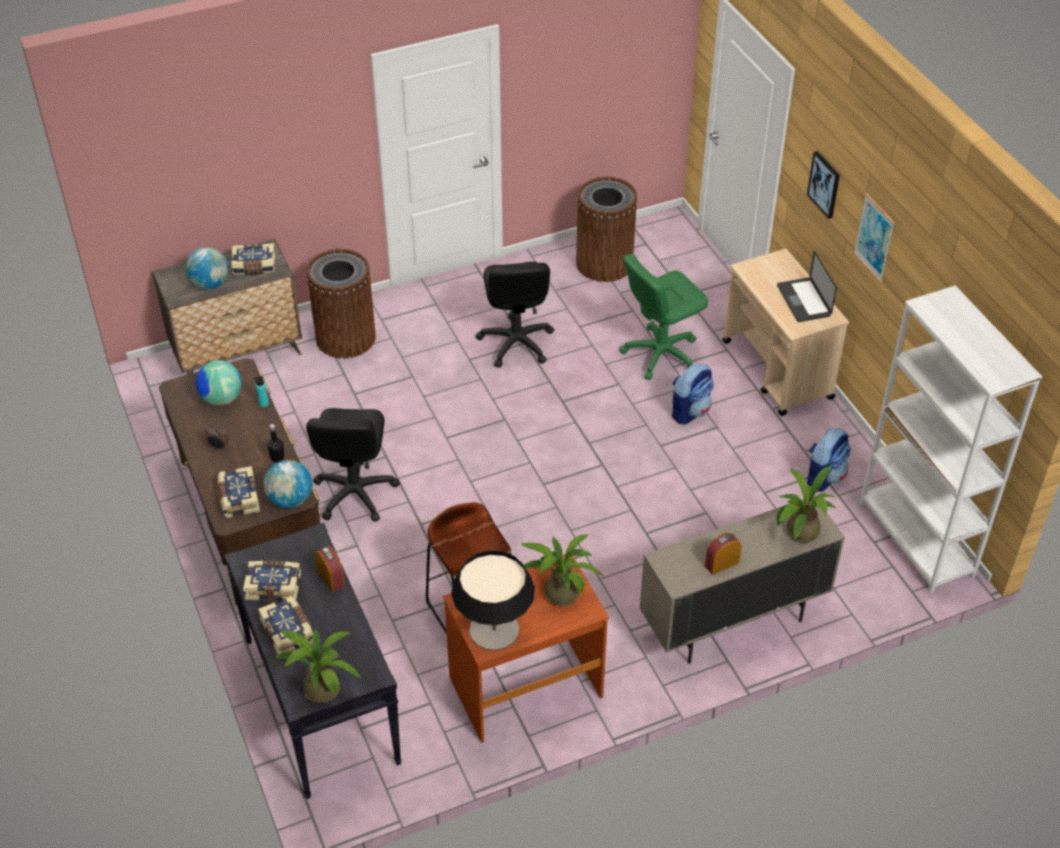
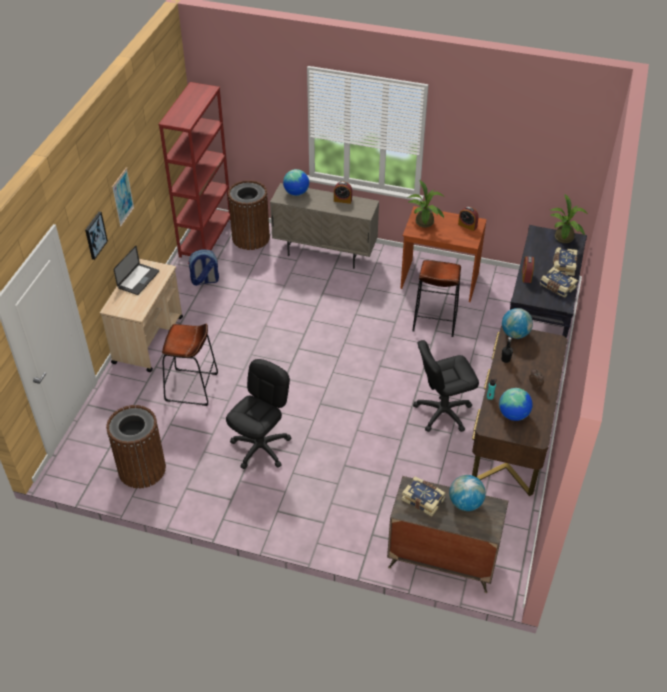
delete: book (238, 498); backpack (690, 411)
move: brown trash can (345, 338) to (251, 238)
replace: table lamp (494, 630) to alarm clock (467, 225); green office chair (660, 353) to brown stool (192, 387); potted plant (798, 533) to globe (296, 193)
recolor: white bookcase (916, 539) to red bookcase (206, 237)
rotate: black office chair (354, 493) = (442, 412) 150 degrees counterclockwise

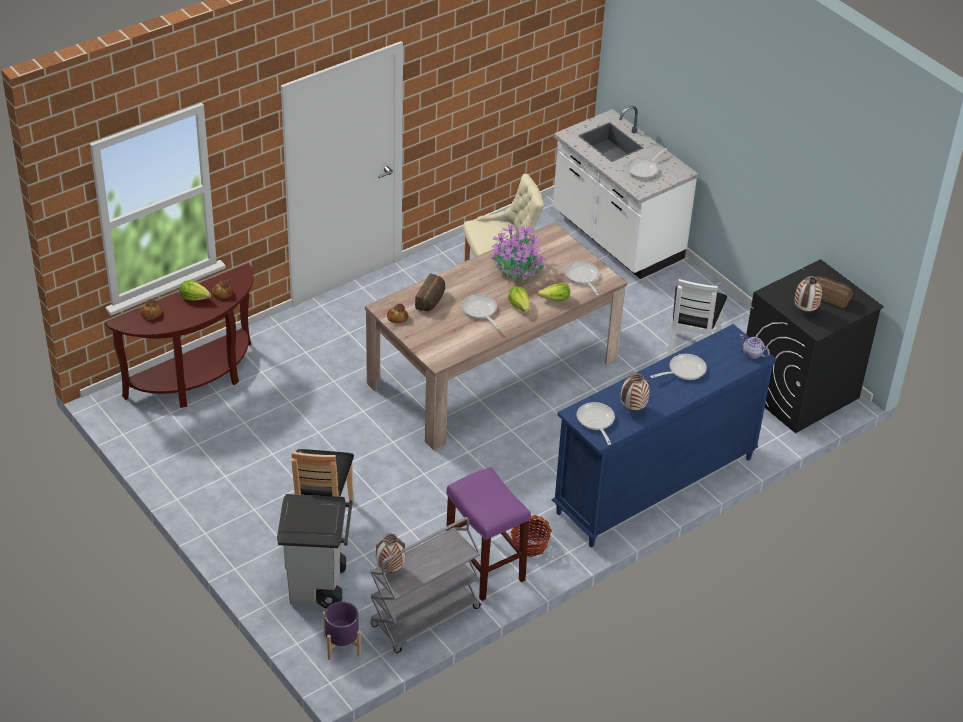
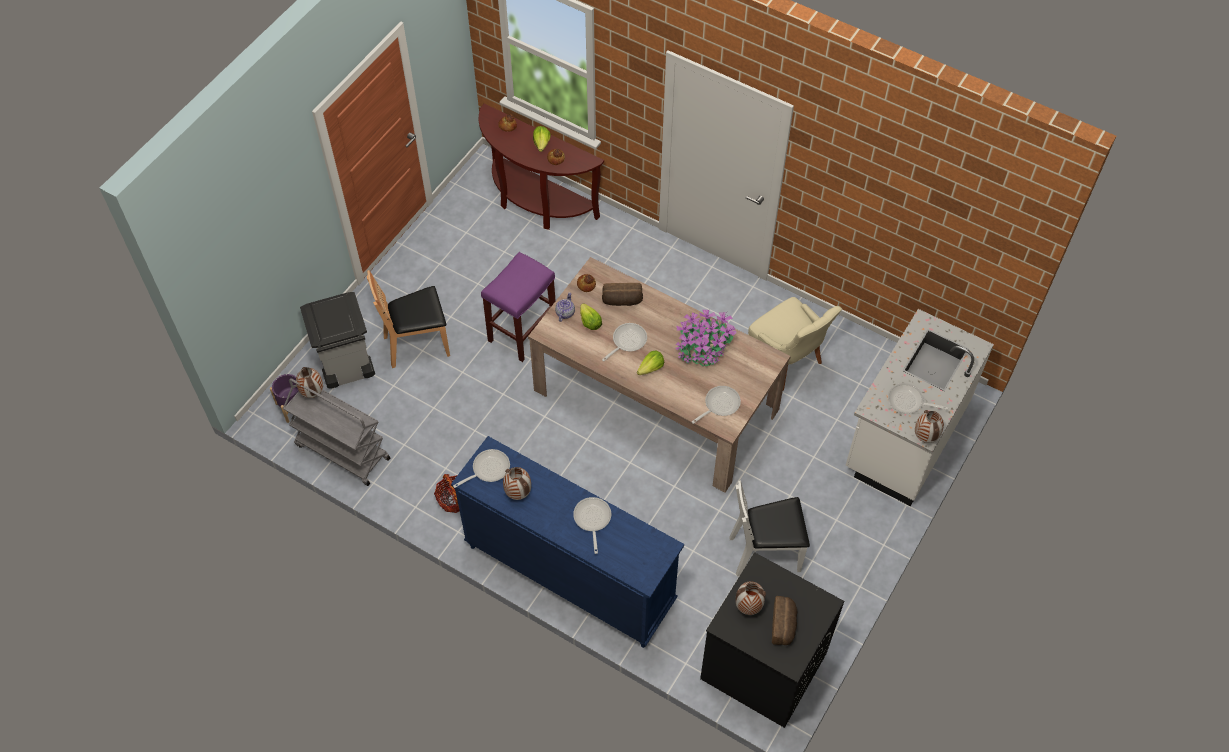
insert: vase (925, 437)
move: purple stool (483, 568) to (522, 331); lettuce (555, 299) to (589, 322); teapot (752, 354) to (565, 313)
rotate: frying pan (683, 370) = (592, 520) 135 degrees counterclockwise

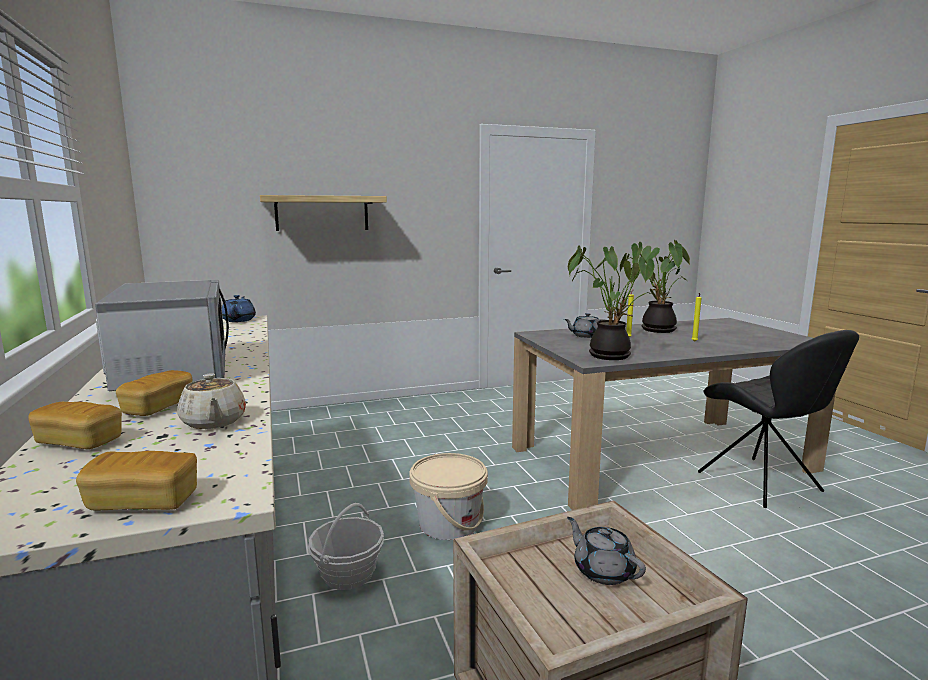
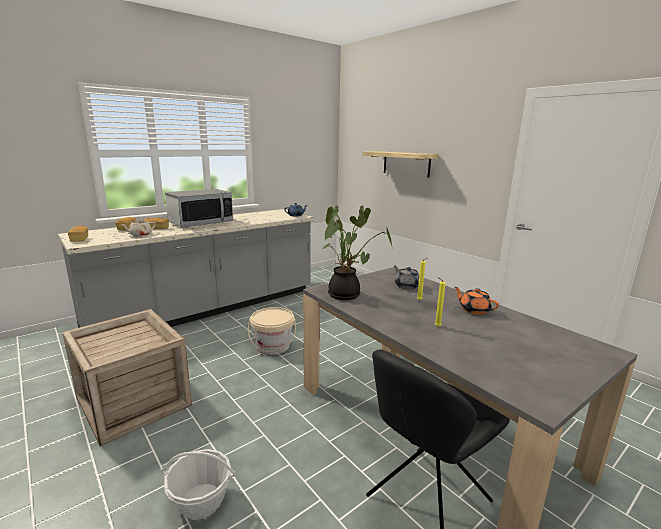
delete: grey teapot (603, 570)
move: basket (348, 574) to (201, 501)
replace: potted plant (655, 329) to orange teapot (474, 310)

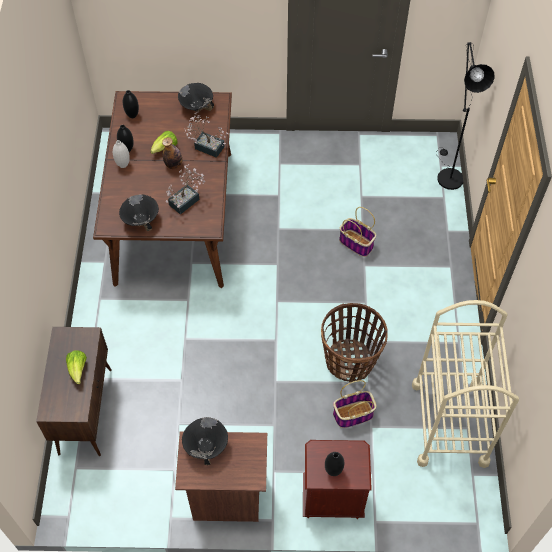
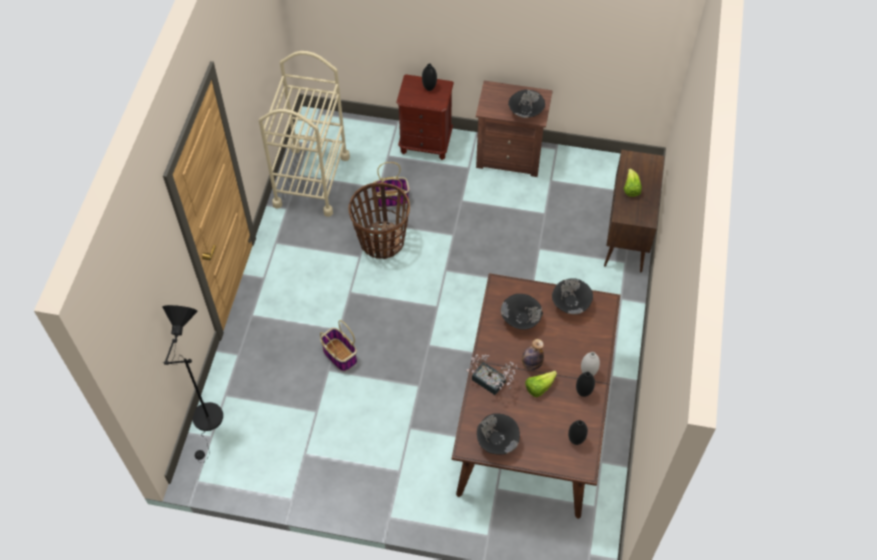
replace: potted plant (187, 200) to black bowl (520, 319)

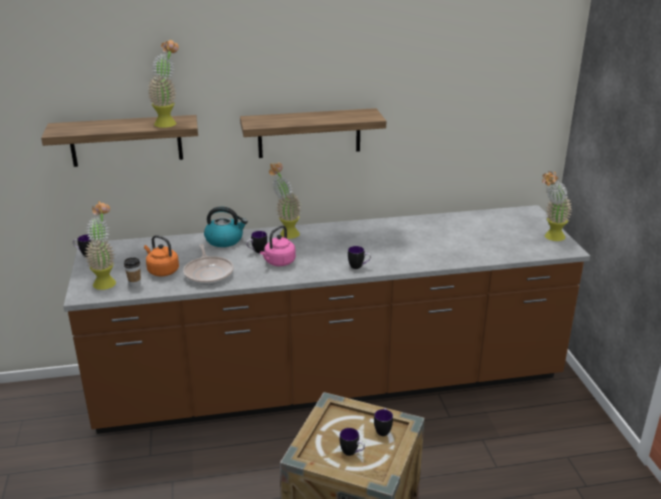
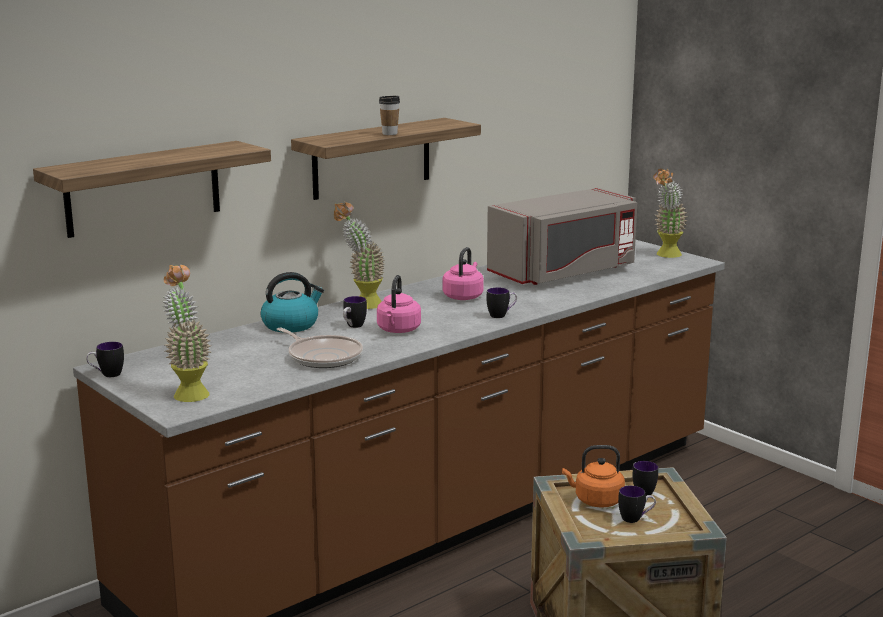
delete: potted plant (169, 122)
insert: pink kettle (463, 296); grey microwave (564, 272)
move: cup (135, 284) to (389, 133); orange kettle (162, 271) to (596, 501)

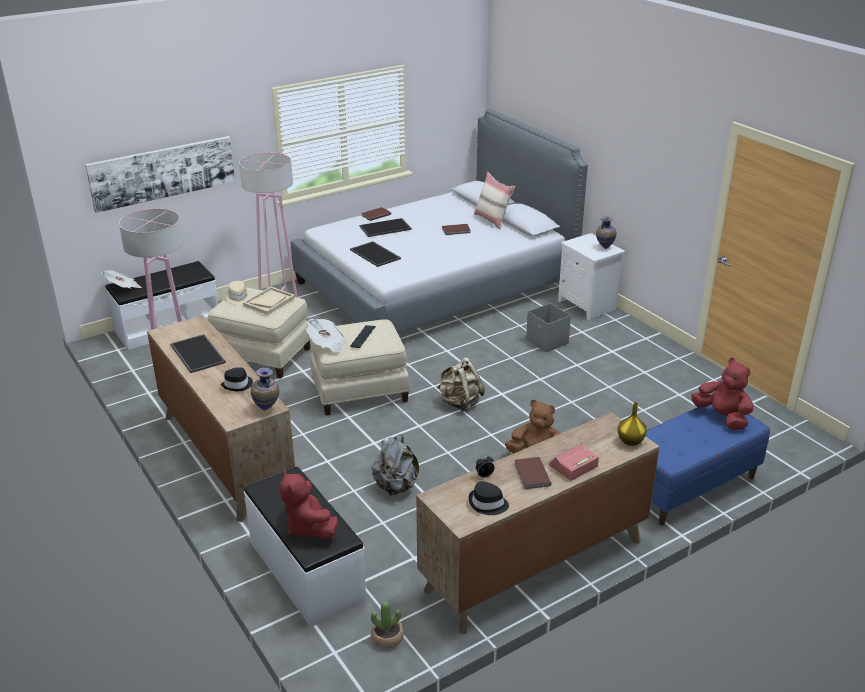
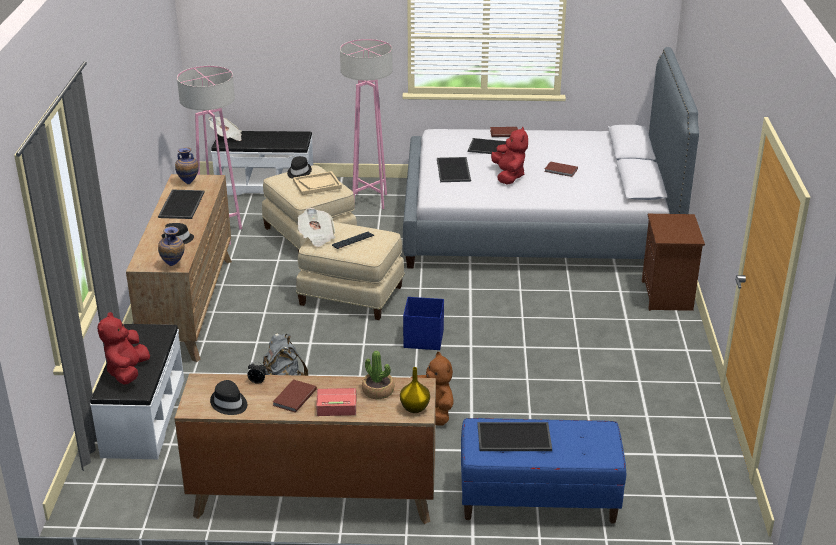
delete: picture (162, 173); beige pillow (493, 220); grey storage box (547, 342)
insert: tray (513, 438)
move: potted plant (387, 637) to (378, 391); vase (604, 247) to (188, 182); red plush toy (722, 417) to (508, 176)
replace: beige backpack (460, 403) to blue storage box (423, 339)
recolor: beige hat (238, 297) to black hat (298, 172); white nightstand (588, 305) to brown nightstand (668, 296)

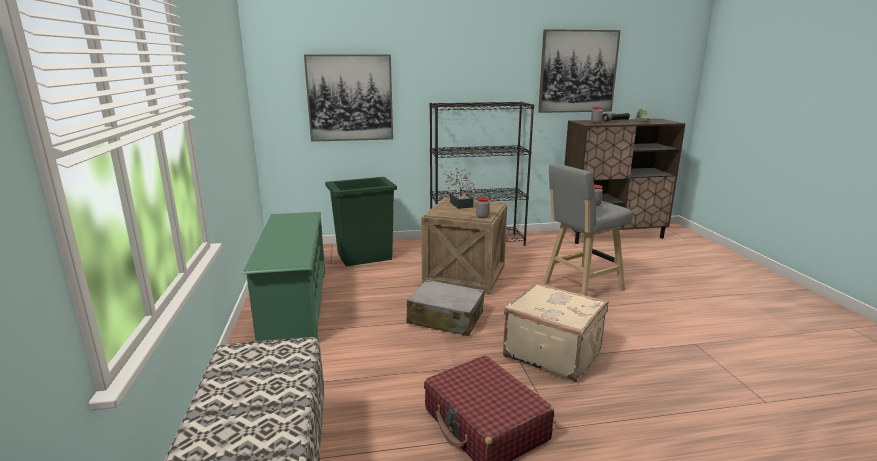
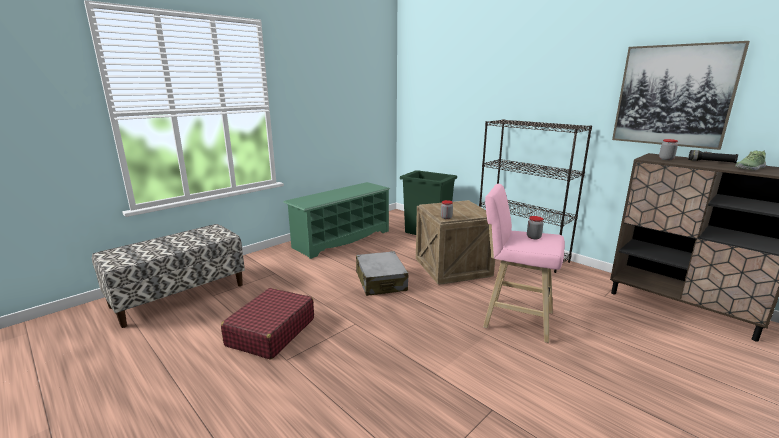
delete: picture (350, 98); potted plant (460, 203); beige suitcase (552, 352)
recolor: grey stool (580, 287) to pink stool (514, 318)

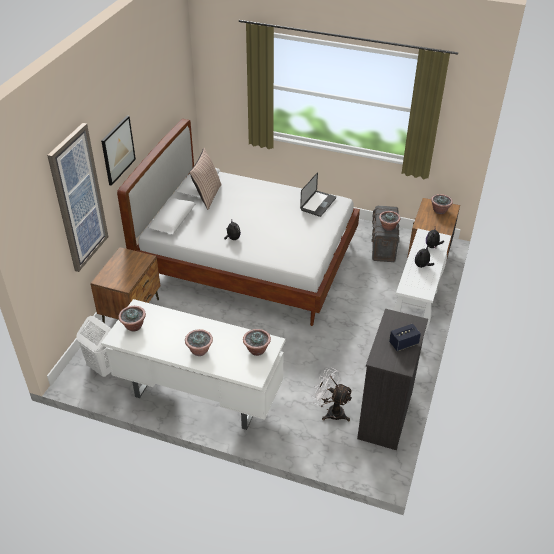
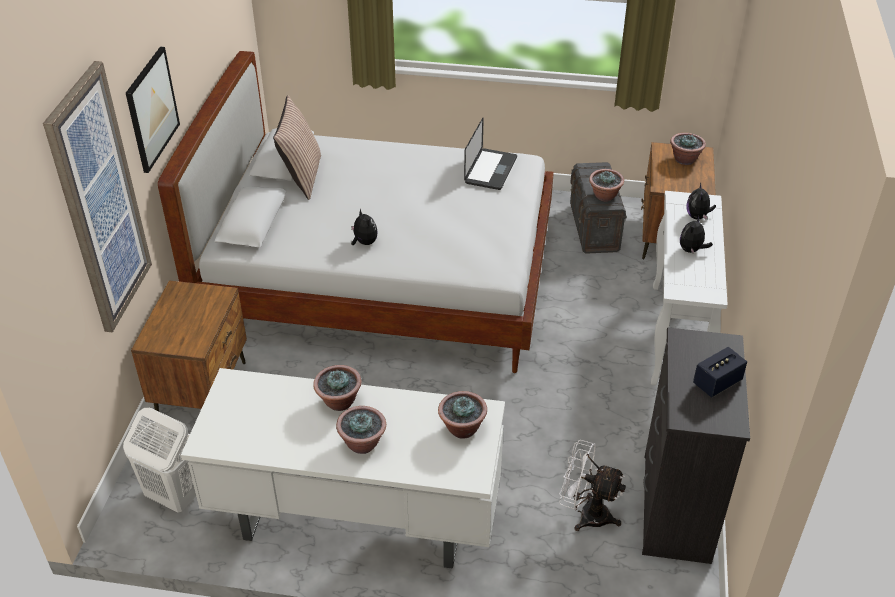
move: potted plant (133, 326) to (339, 402)

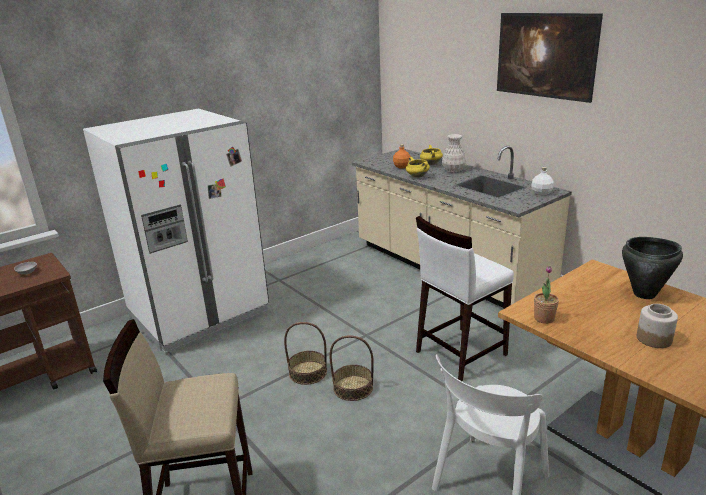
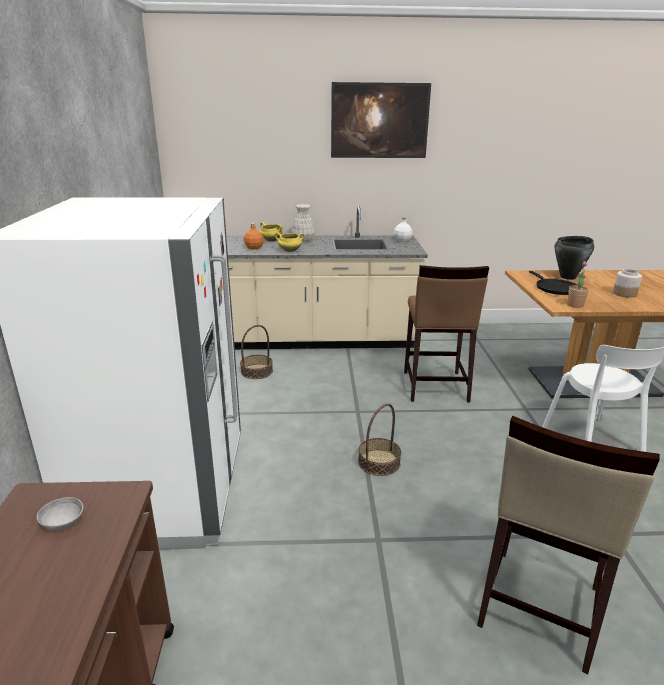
insert: black frying pan (554, 288)
move: basket (353, 387) to (256, 371)
recolor: white stool (460, 353) to brown stool (434, 386)

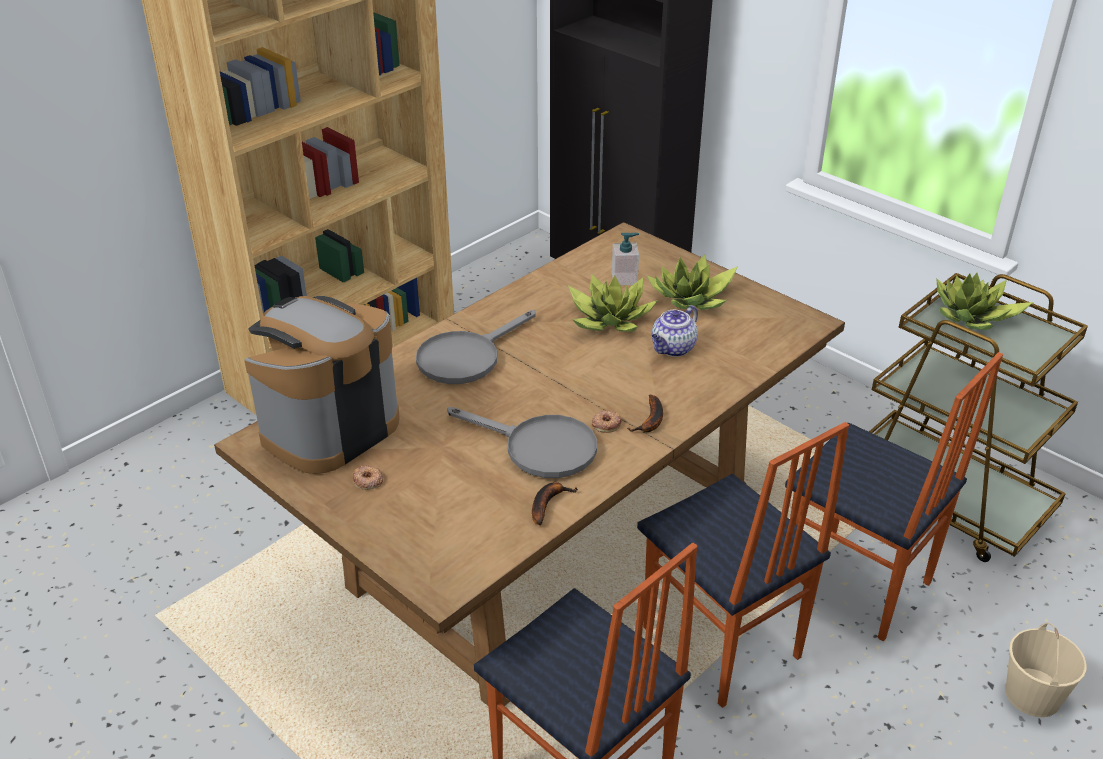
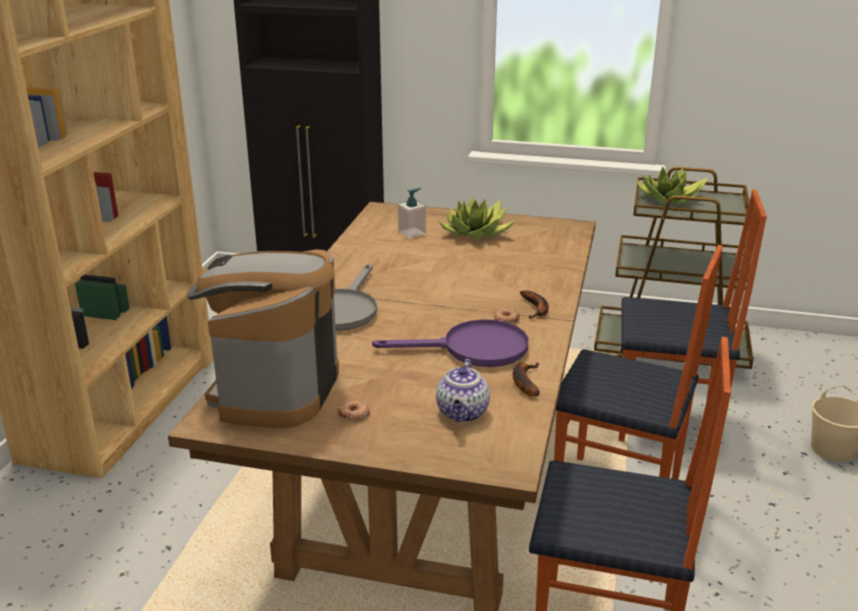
delete: potted plant (608, 320)
move: teapot (673, 349) to (463, 413)
recolor: grey frying pan (539, 448) to purple frying pan (473, 349)

